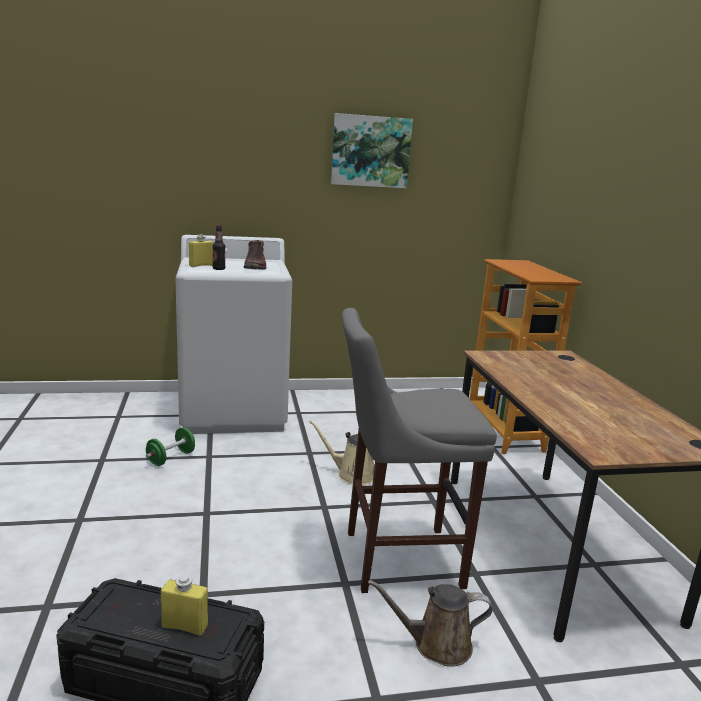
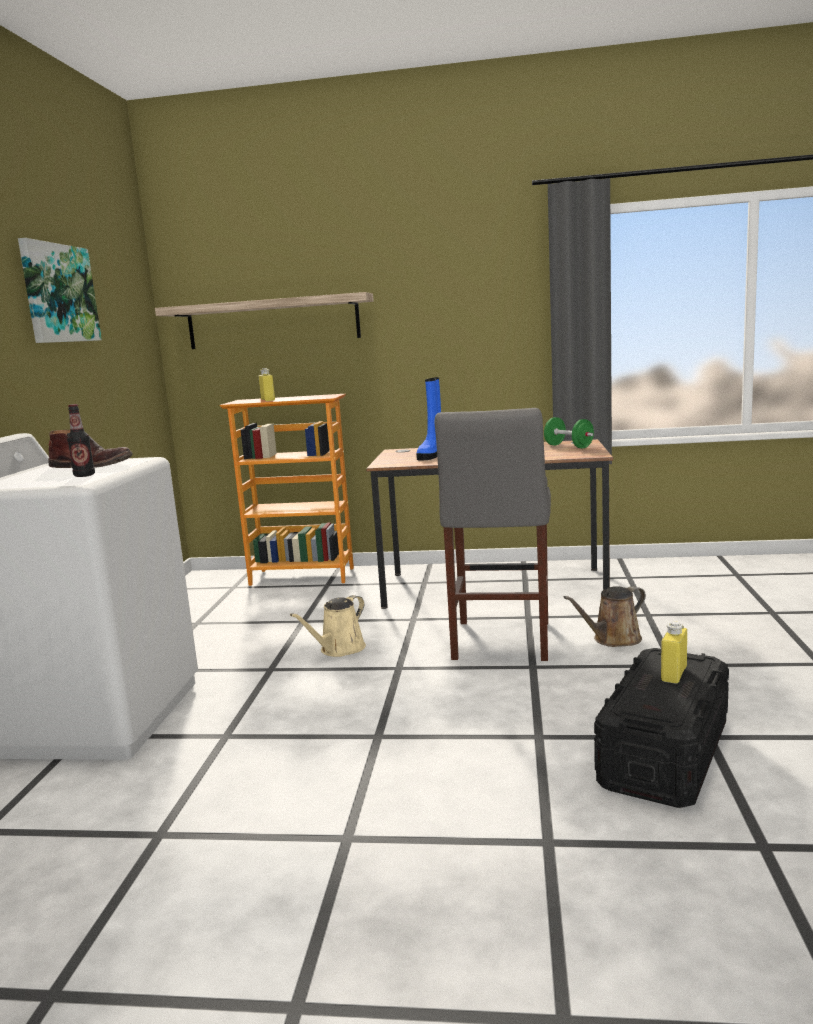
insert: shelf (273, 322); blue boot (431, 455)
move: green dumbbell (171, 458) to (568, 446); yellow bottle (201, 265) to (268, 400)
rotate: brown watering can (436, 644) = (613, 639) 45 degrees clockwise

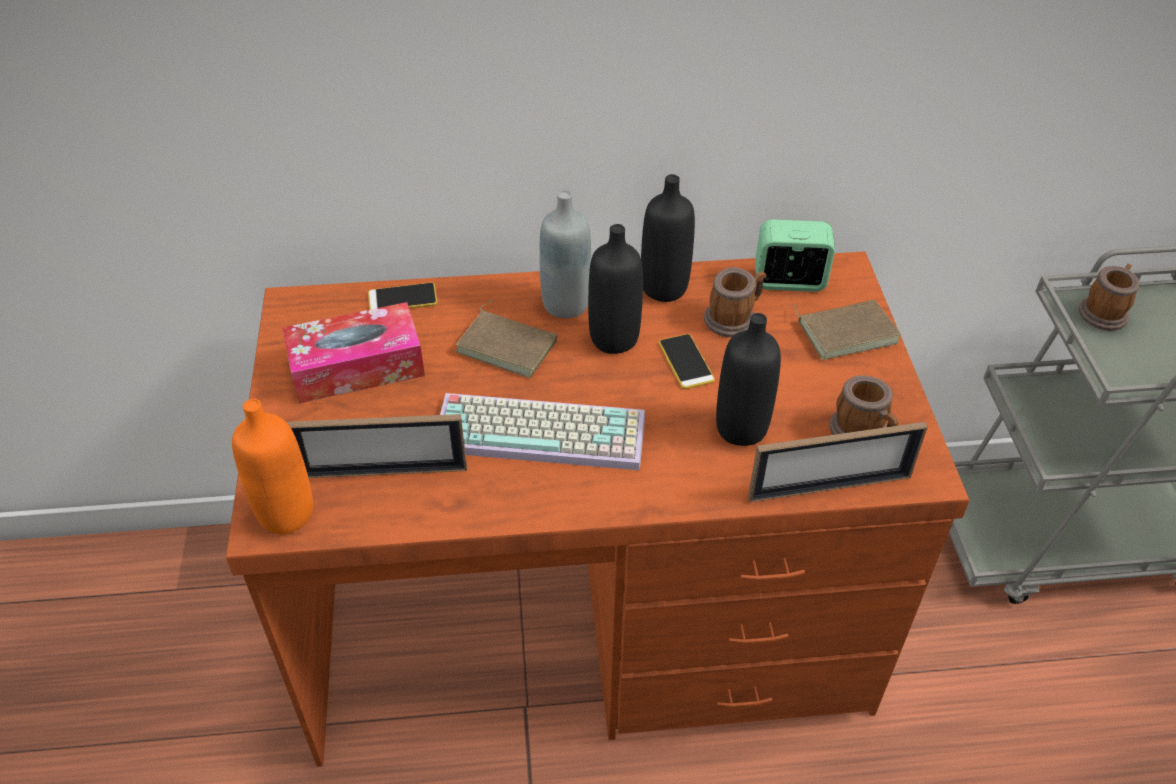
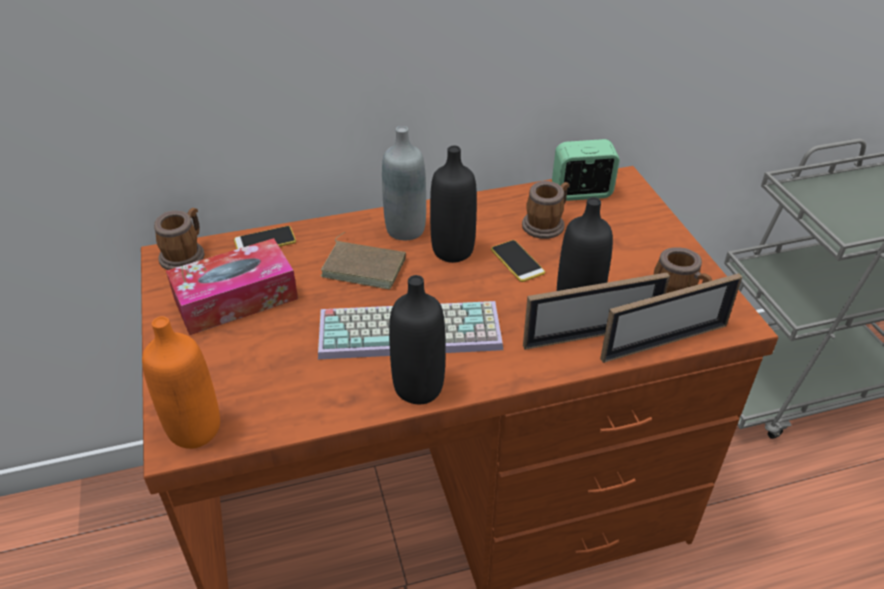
delete: brown book (846, 331)
move: picture frame (383, 472) to (591, 335); black bottle (664, 288) to (418, 387); mug (1104, 311) to (185, 254)

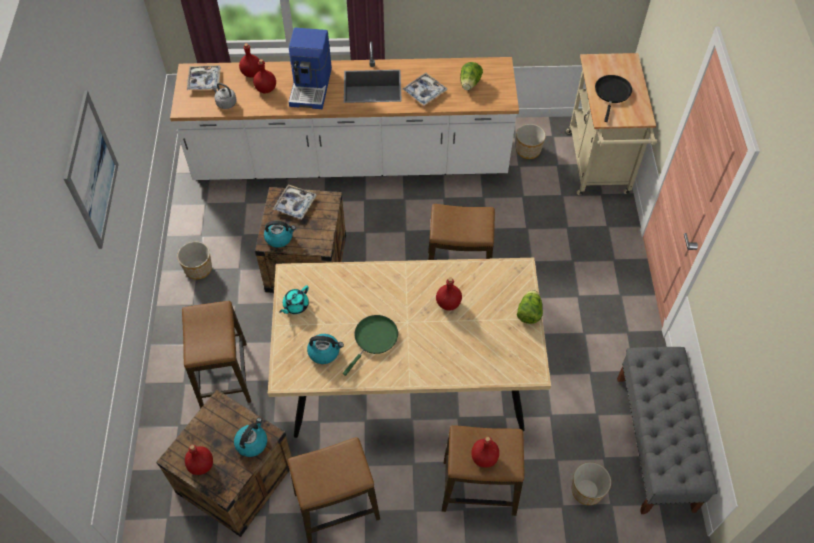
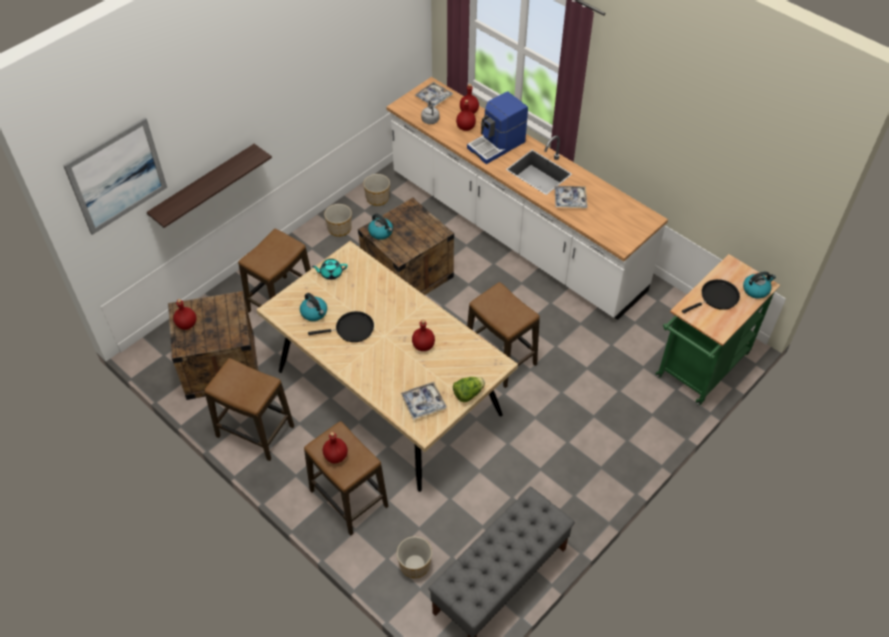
delete: lettuce (469, 84)
insert: shelf (204, 187)
move: picture (91, 171) to (117, 176); kettle (252, 442) to (756, 290); tray (295, 205) to (423, 403); planter (528, 150) to (378, 198)
recolor: green frying pan (374, 339) to black frying pan (351, 329); beige cart (598, 167) to green cart (699, 369)

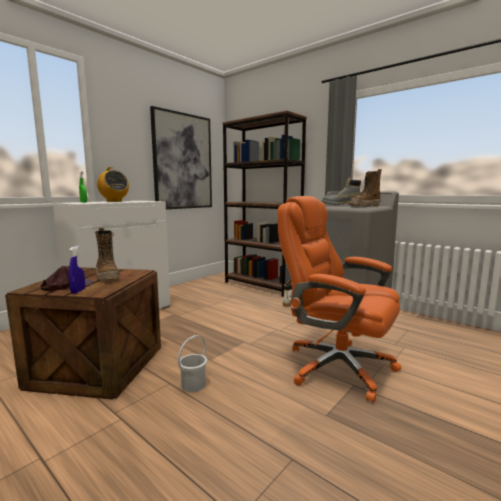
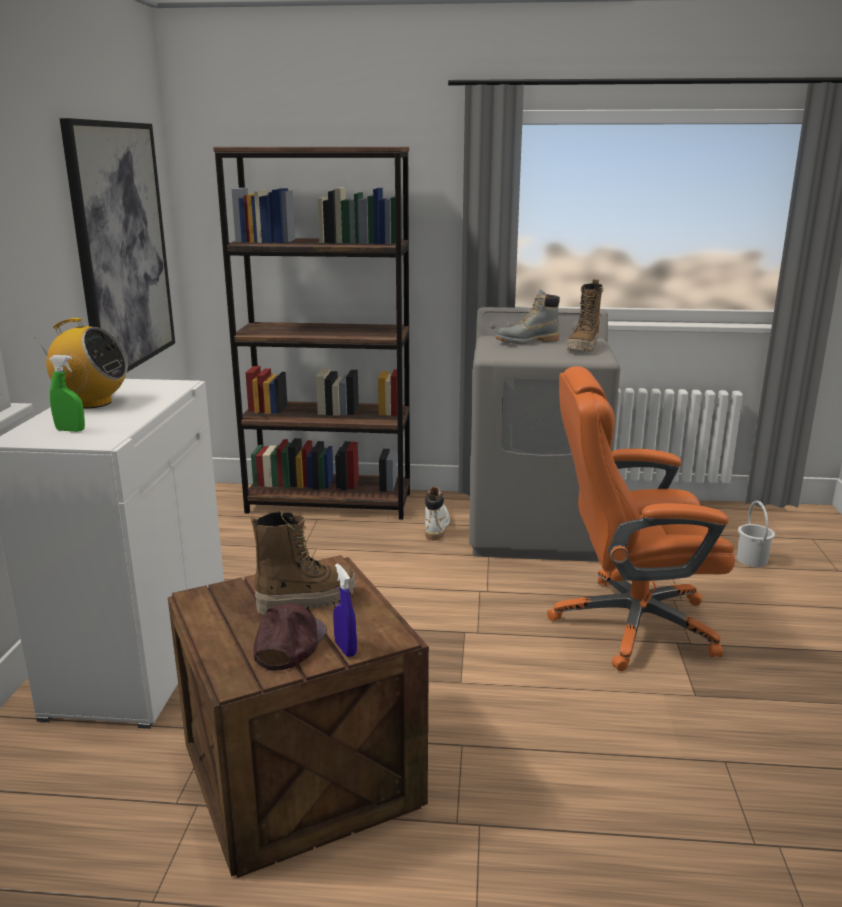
move: white bucket (193, 384) to (751, 560)
rotate: boot (107, 277) = (307, 600) 45 degrees counterclockwise

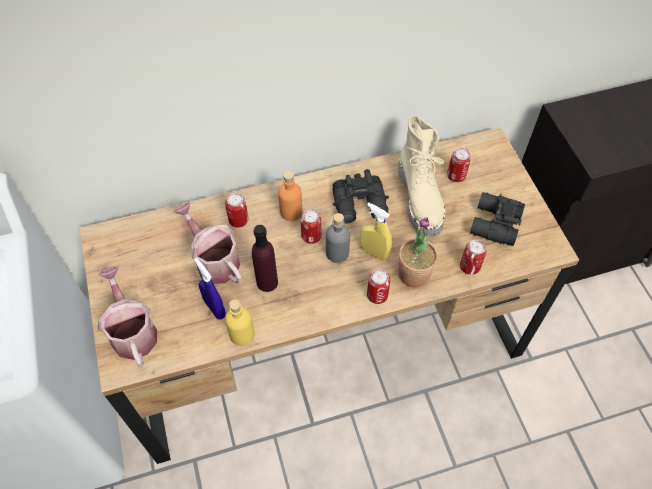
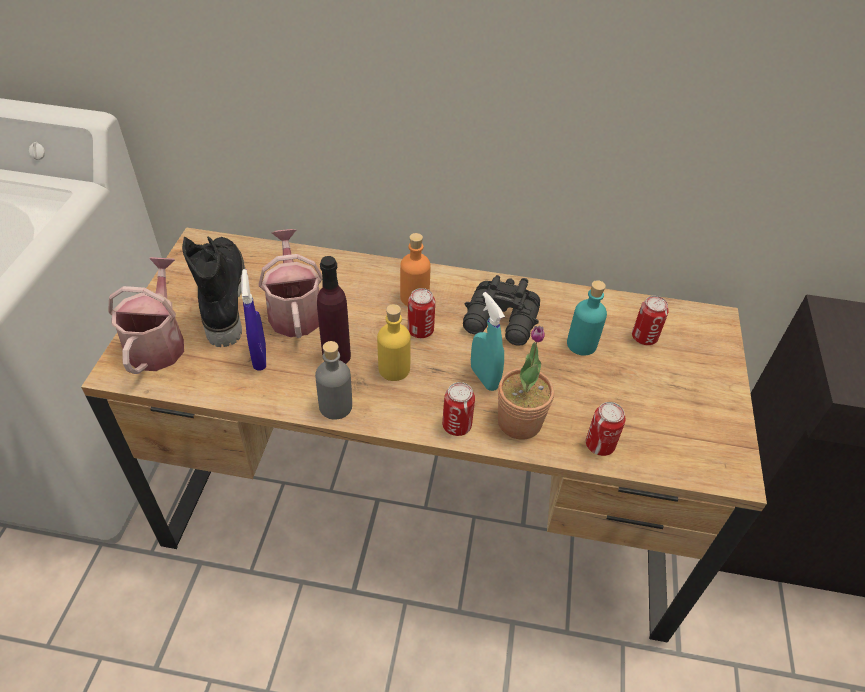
delete: can (238, 220); black binoculars (493, 224)
insert: black boot (222, 299)
move: yellow bottle (242, 335) to (394, 369); grey bottle (337, 253) to (336, 406)
replace: beige boot (420, 199) to turquoise bottle (581, 344)
recolor: yellow spray bottle (374, 253) to turquoise spray bottle (484, 378)

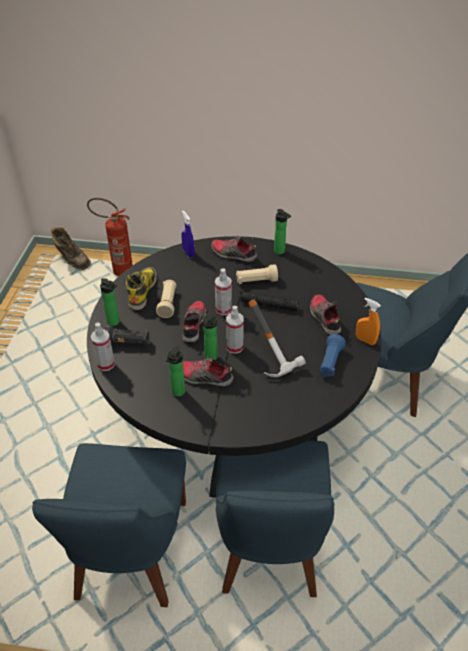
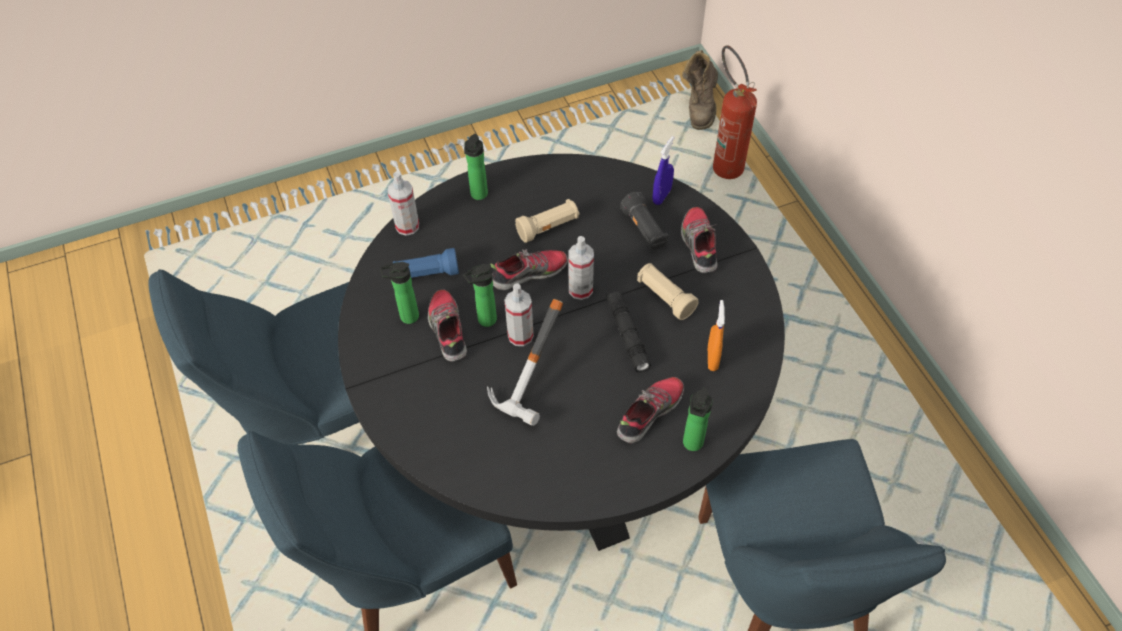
delete: boot (142, 290)
move: black flashlight (127, 342) to (644, 230); bottle (280, 252) to (692, 445); blue flashlight (330, 362) to (426, 274); orange spray bottle (365, 340) to (712, 358)

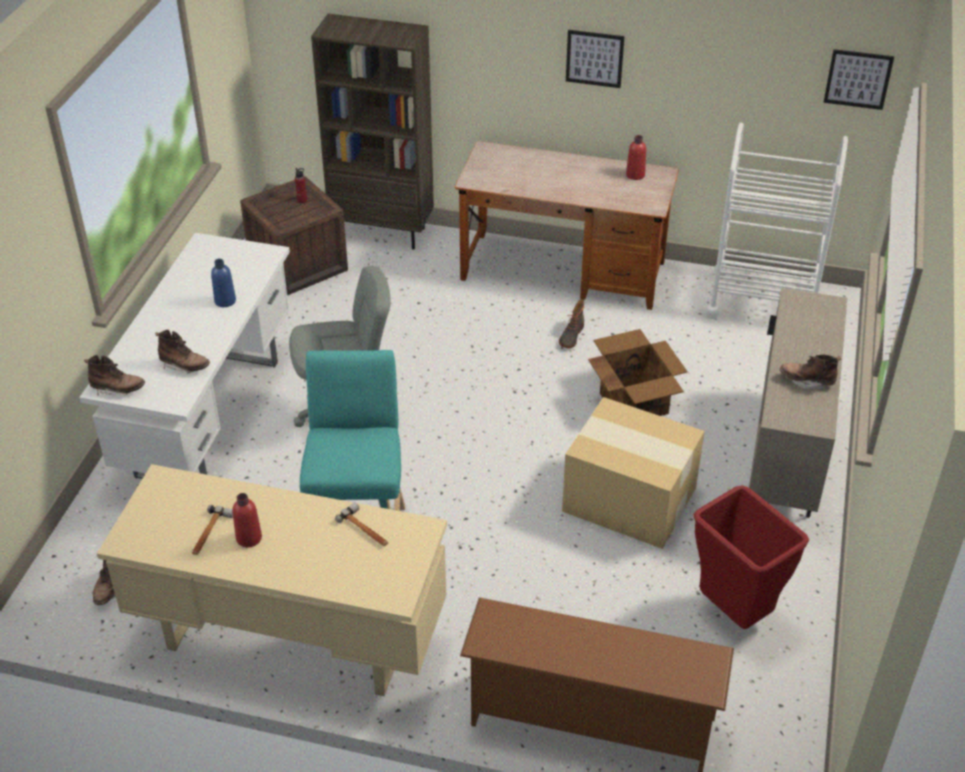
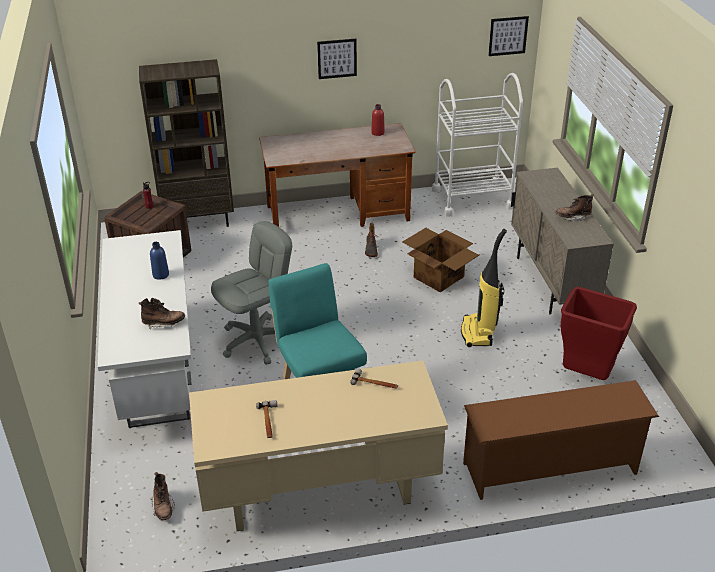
delete: brown boot (118, 389); red bottle (249, 538)
replace: cardboard box (630, 500) to vacuum cleaner (478, 333)

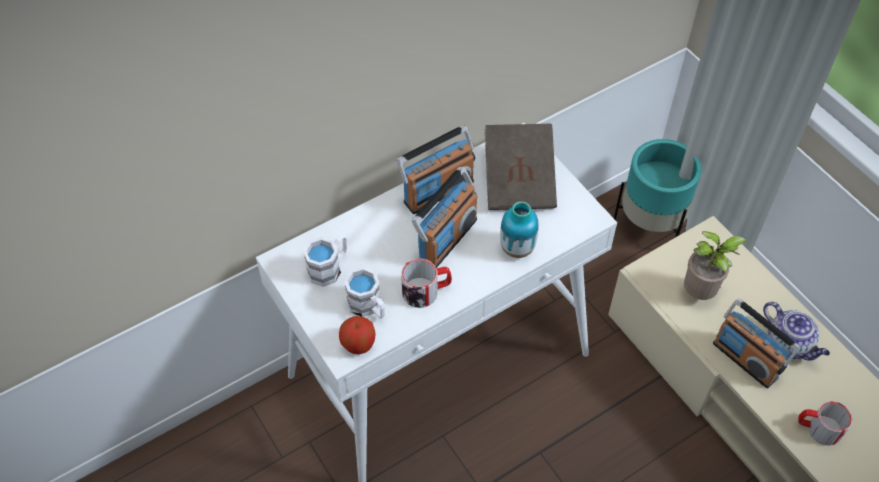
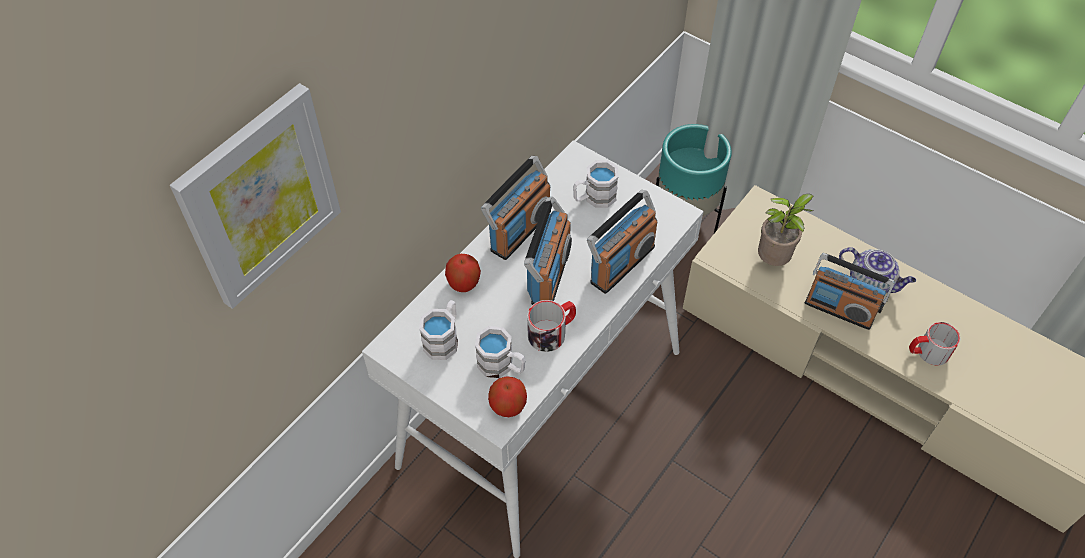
insert: picture (259, 196); apple (463, 283)
replace: brown book (519, 181) to white mug (594, 198); vase (517, 248) to radio (621, 264)

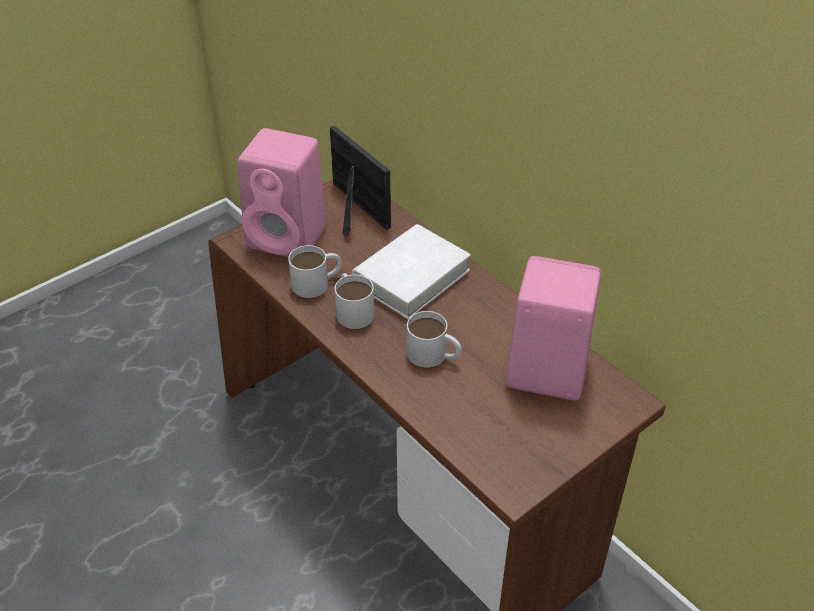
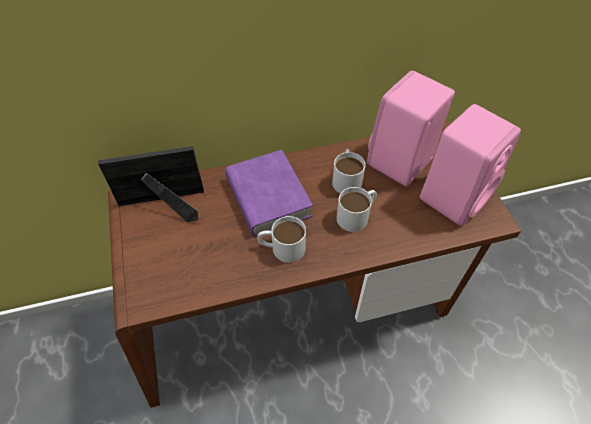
move: pink speaker (289, 237) to (455, 195); white mug (317, 282) to (346, 178)
recolor: white book (411, 277) to purple book (268, 197)

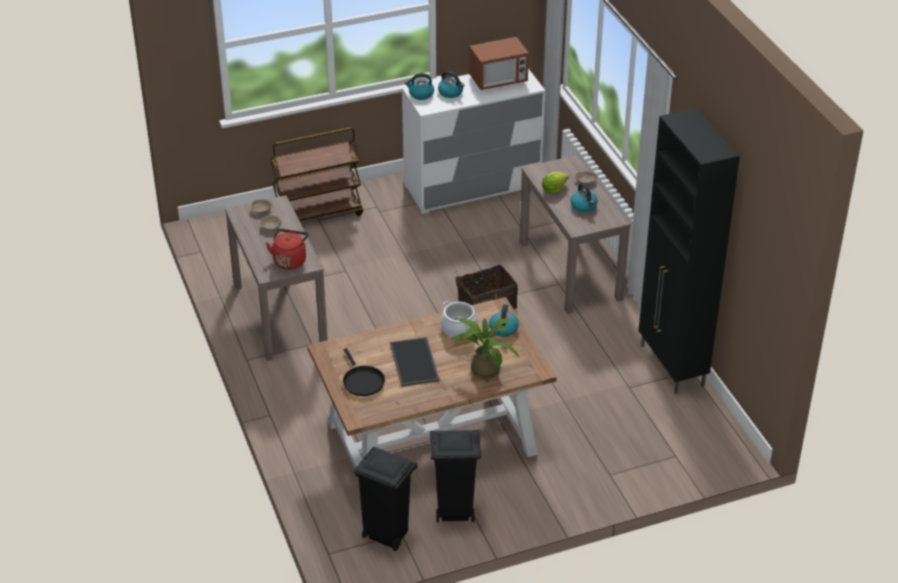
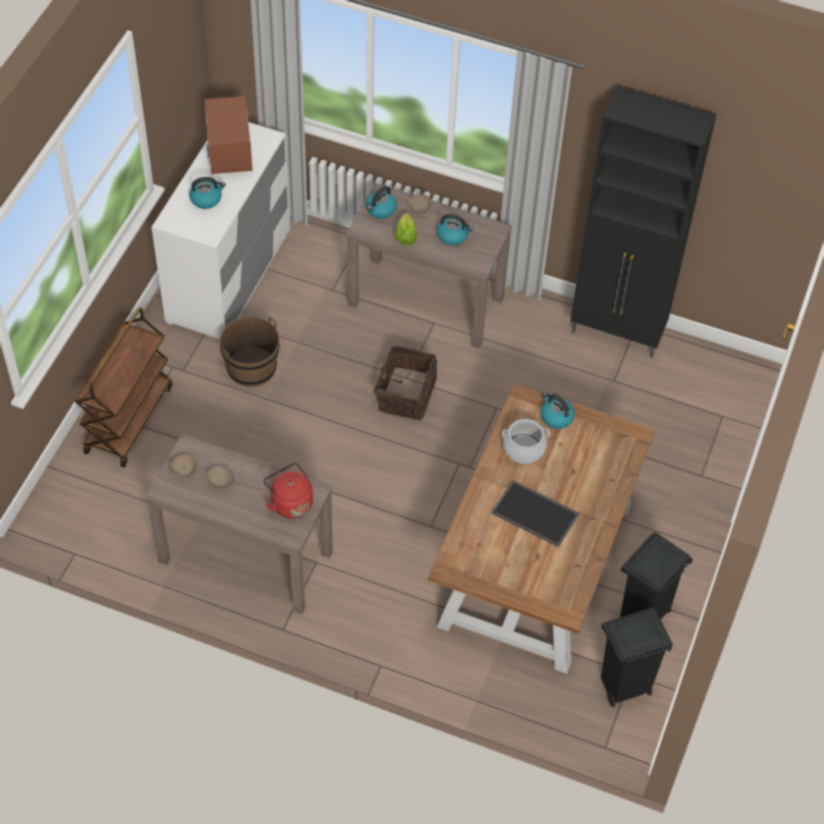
delete: black frying pan (362, 381); potted plant (483, 368)
insert: brown bucket (251, 367)
move: kettle (421, 94) to (380, 210)
rotate: microwave (498, 80) = (229, 152) 150 degrees clockwise

